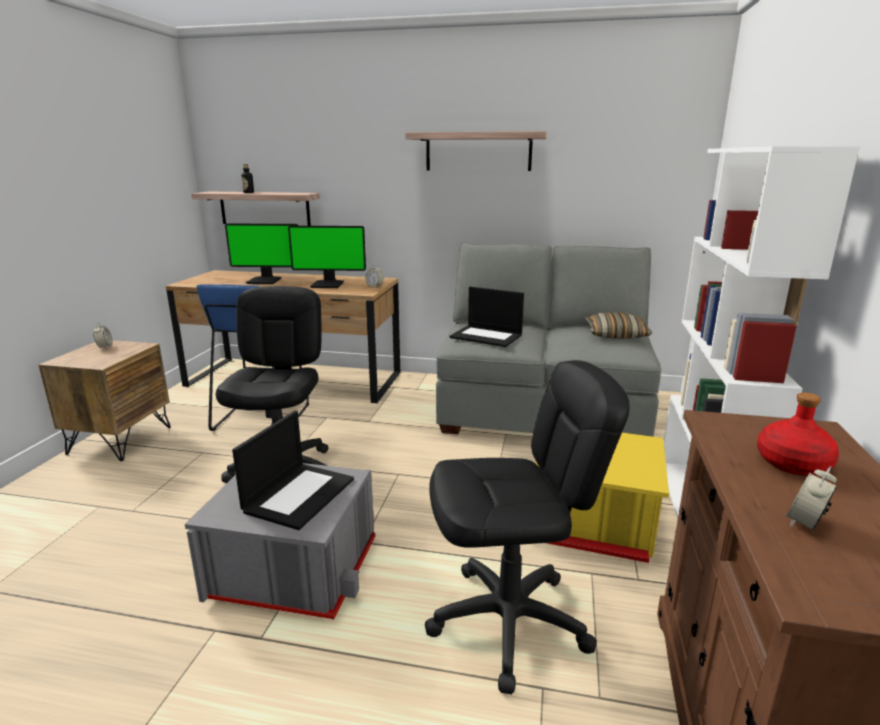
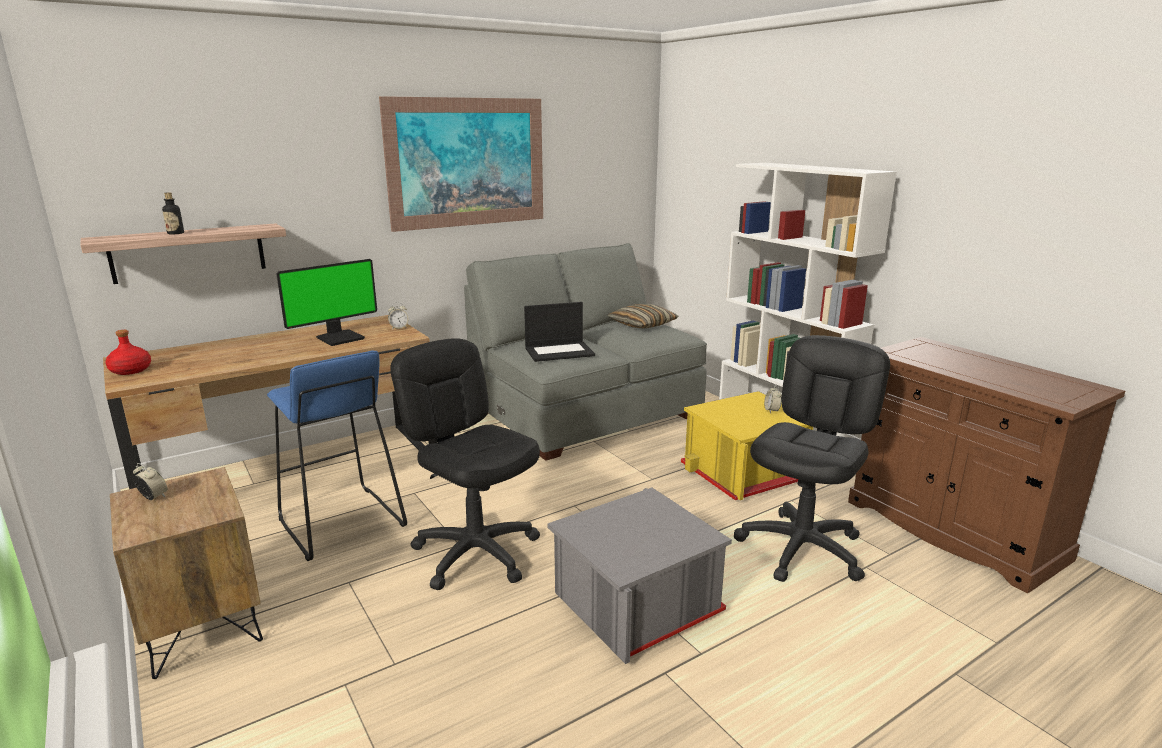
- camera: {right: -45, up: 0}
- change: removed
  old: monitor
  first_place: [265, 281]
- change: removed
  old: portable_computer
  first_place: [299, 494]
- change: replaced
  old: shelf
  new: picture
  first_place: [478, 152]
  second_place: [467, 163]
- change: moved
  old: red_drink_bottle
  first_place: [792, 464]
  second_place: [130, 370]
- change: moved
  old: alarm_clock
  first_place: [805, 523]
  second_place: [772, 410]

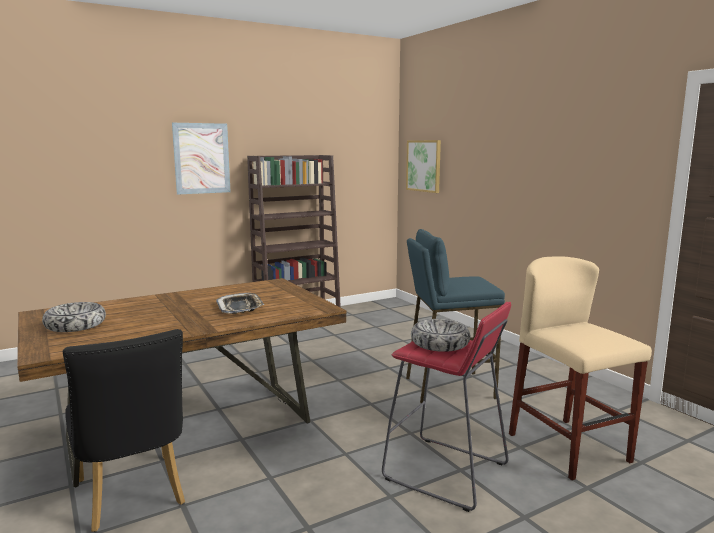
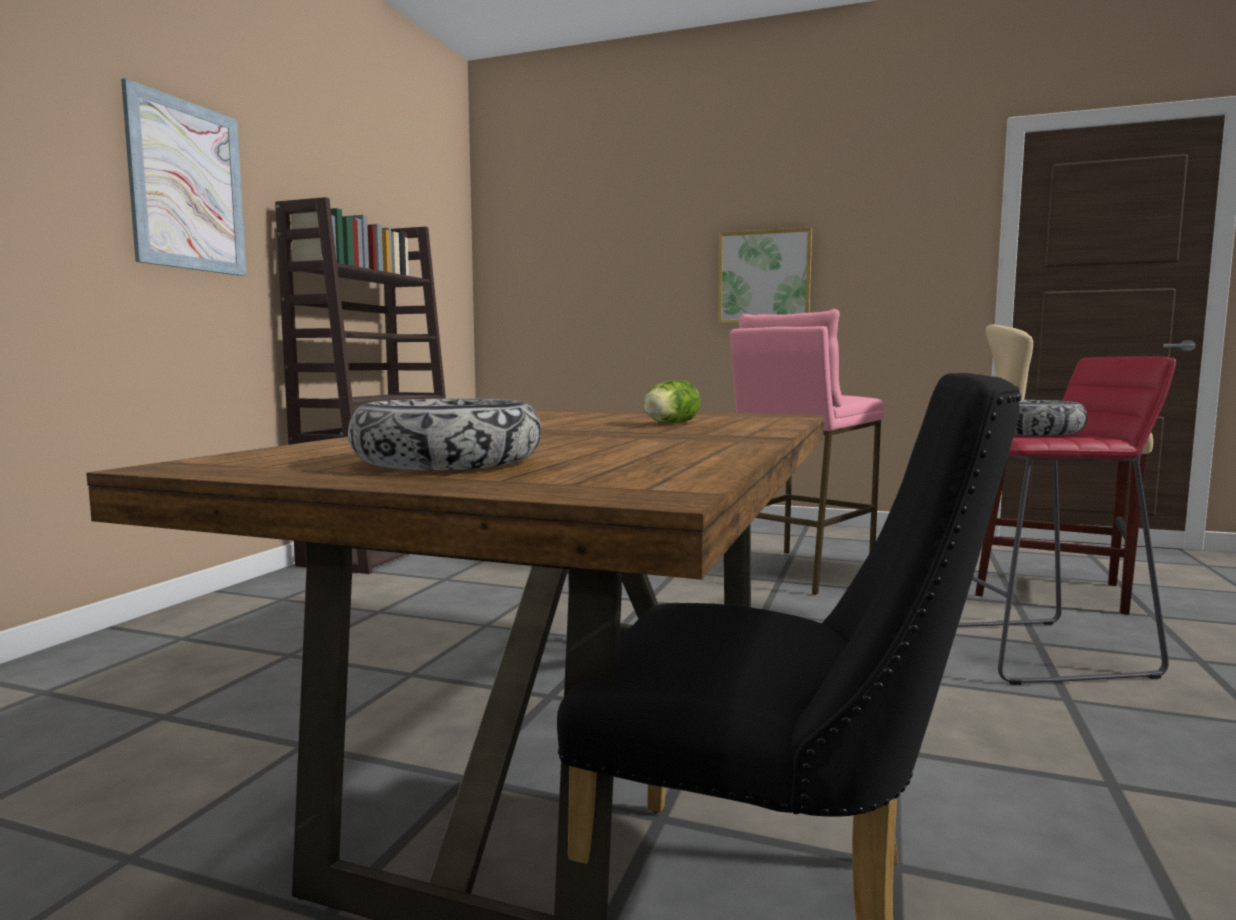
- camera: {right: -40, up: -5}
- change: replaced
  old: carrying_tray
  new: head_of_lettuce
  first_place: [240, 307]
  second_place: [668, 423]
- change: moved
  old: picture
  first_place: [424, 166]
  second_place: [764, 277]
- change: recoloured
  old: bluish_stool
  new: pink_stool
  first_place: [448, 387]
  second_place: [799, 572]

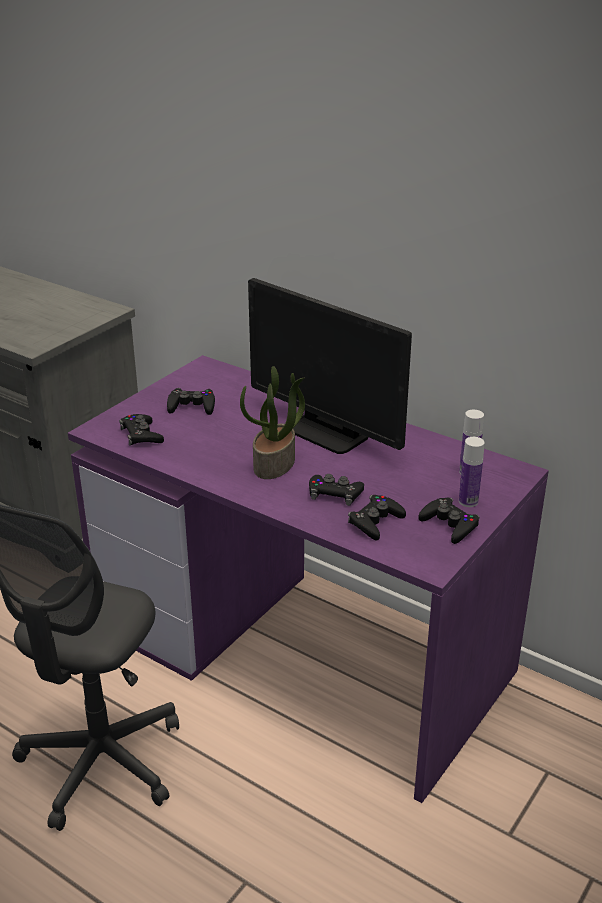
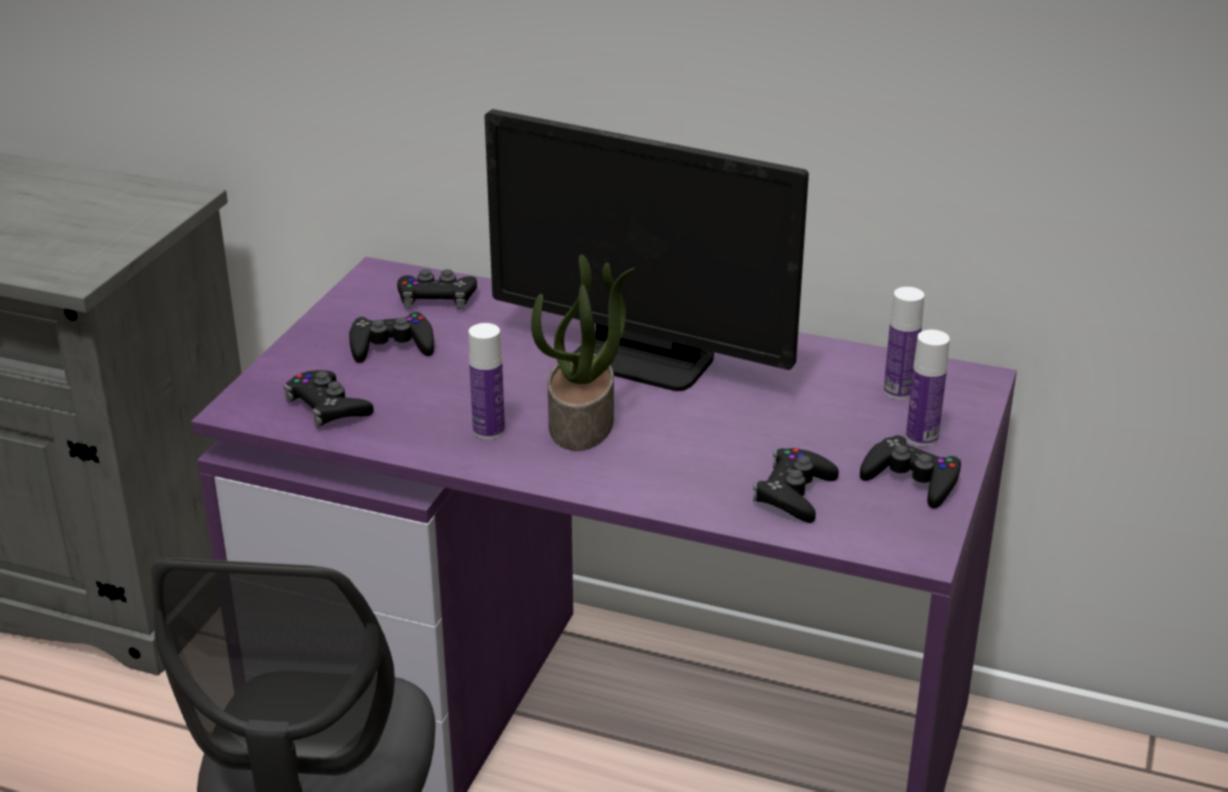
- camera: {right: -15, up: 0}
- change: moved
  old: black_gamepad
  first_place: [335, 494]
  second_place: [437, 298]
- change: added
  new: drink_bottle
  second_place: [488, 430]

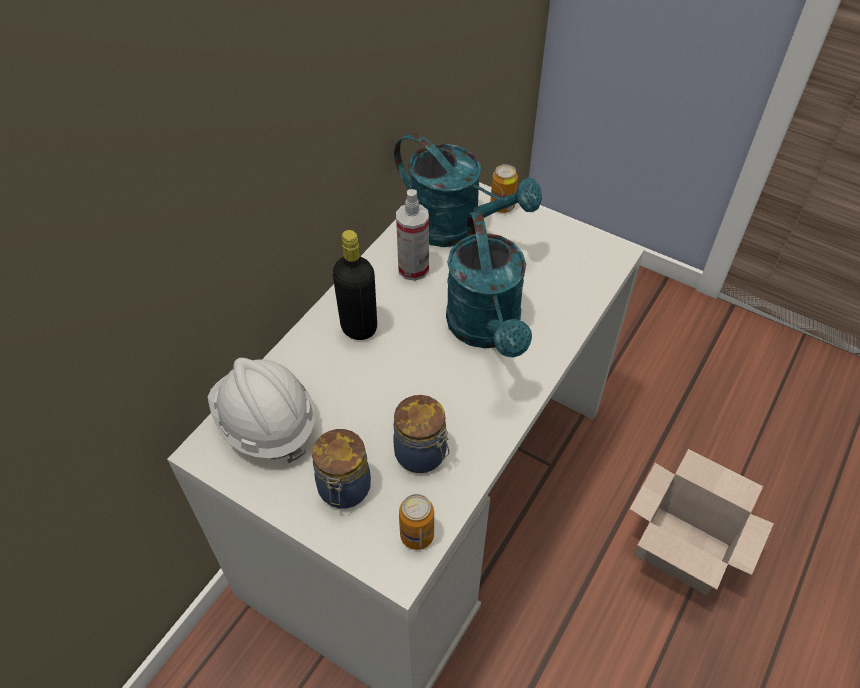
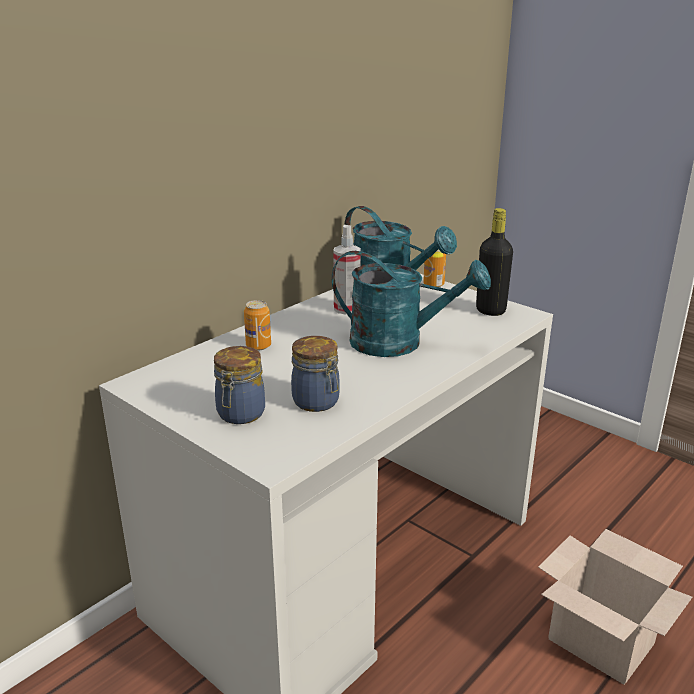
- camera: {right: 10, up: -25}
- change: removed
  old: white-coloured_work_helmet
  first_place: [265, 423]
- change: moved
  old: black_drink_bottle
  first_place: [359, 327]
  second_place: [490, 310]
- change: moved
  old: metal_can
  first_place: [417, 535]
  second_place: [258, 346]
- change: turned
  old: turquoise-coloured_watering_pot
  first_place: [487, 330]
  second_place: [399, 343]
  degrees: -75

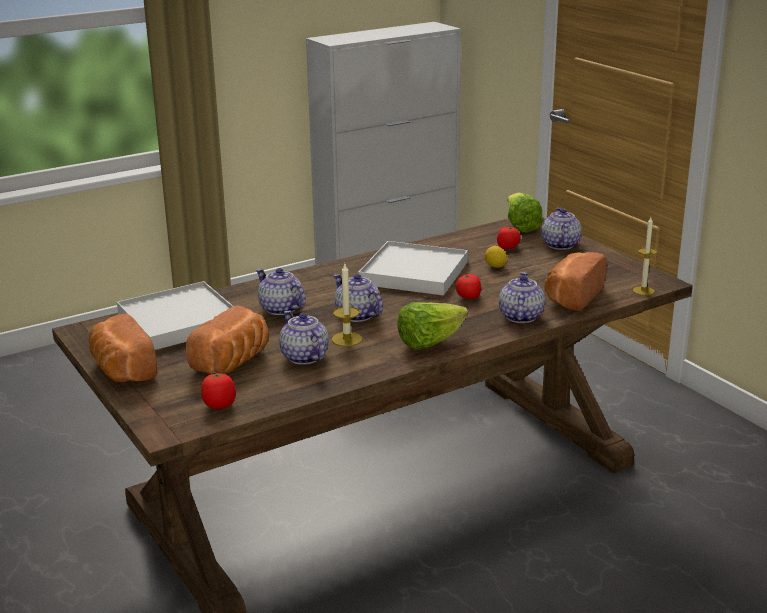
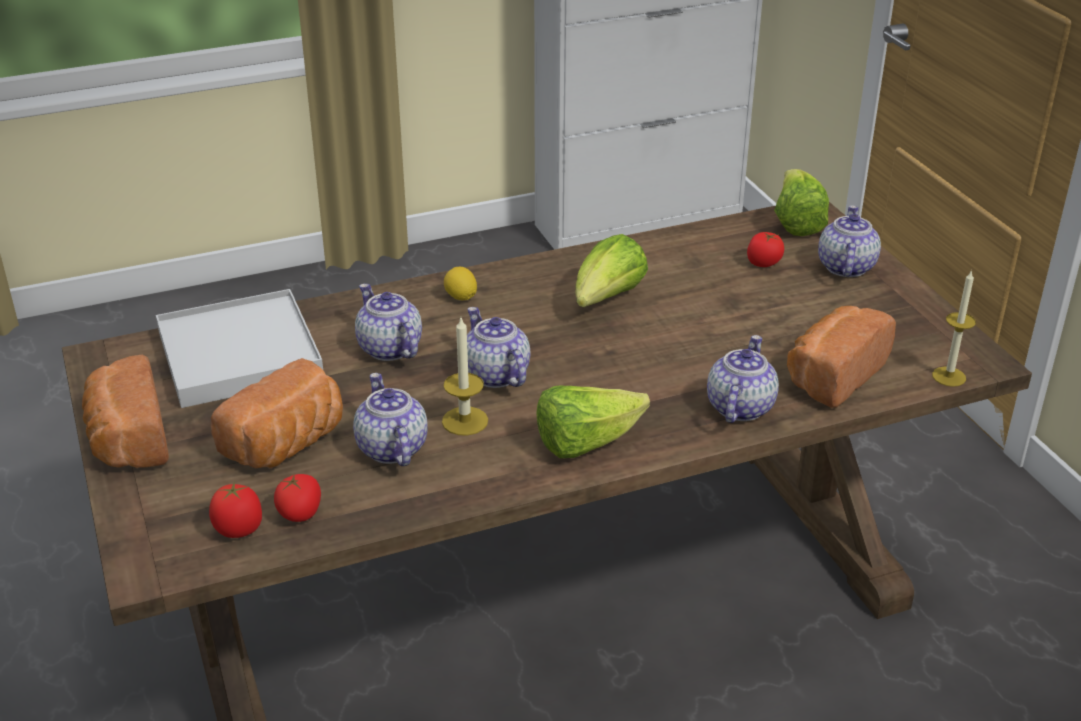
- camera: {right: 10, up: 10}
- change: replaced
  old: white-coloured_carrying_tray
  new: head_of_lettuce
  first_place: [414, 273]
  second_place: [607, 299]
- change: moved
  old: fresh_tomato
  first_place: [468, 297]
  second_place: [300, 513]
- change: moved
  old: whole_lemon
  first_place: [495, 266]
  second_place: [460, 297]

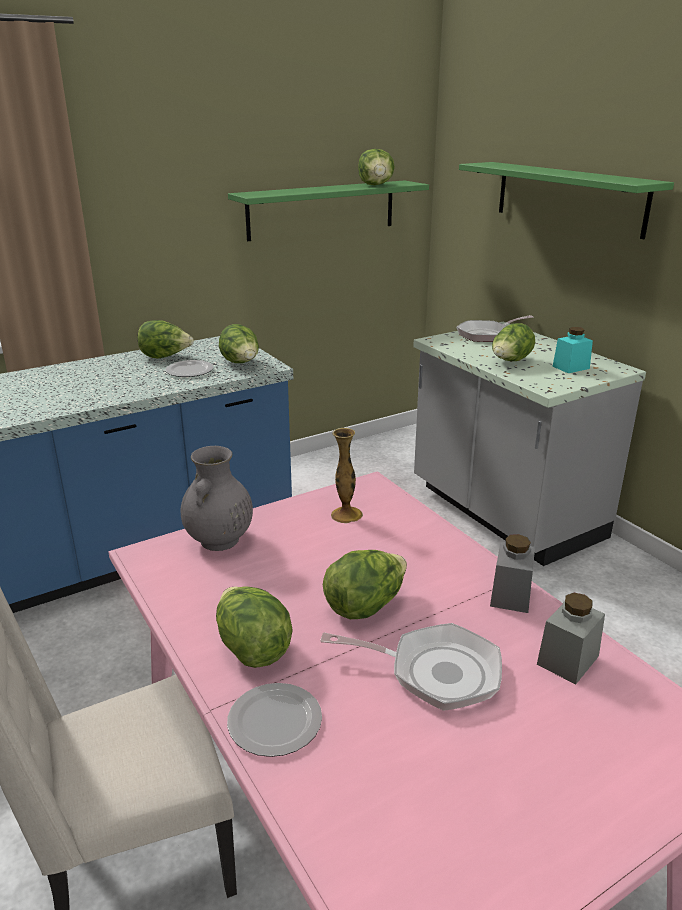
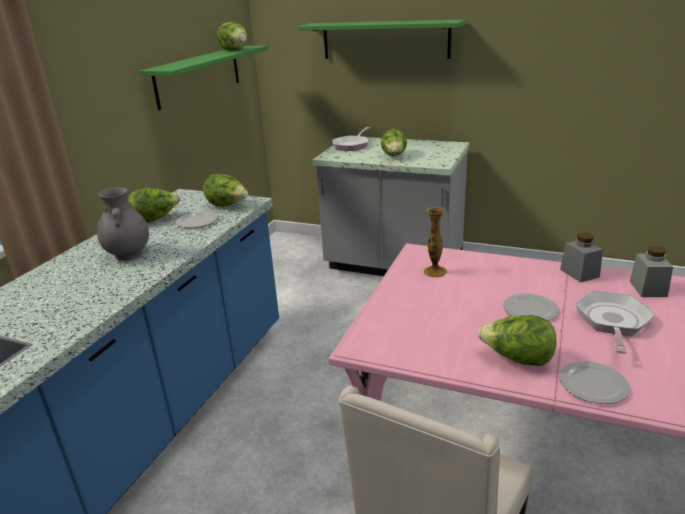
- camera: {right: -35, up: 0}
- change: moved
  old: gray_vase
  first_place: [219, 541]
  second_place: [128, 254]
- change: turned
  old: pan
  first_place: [435, 672]
  second_place: [612, 322]
  degrees: -45
- change: replaced
  old: head_of_lettuce
  new: plate
  first_place: [365, 605]
  second_place: [529, 310]
- change: removed
  old: turquoise-coloured_preserve_jar
  first_place: [571, 367]

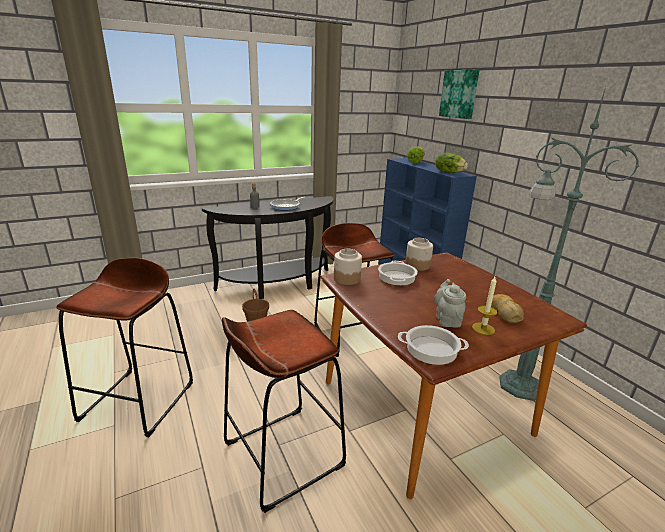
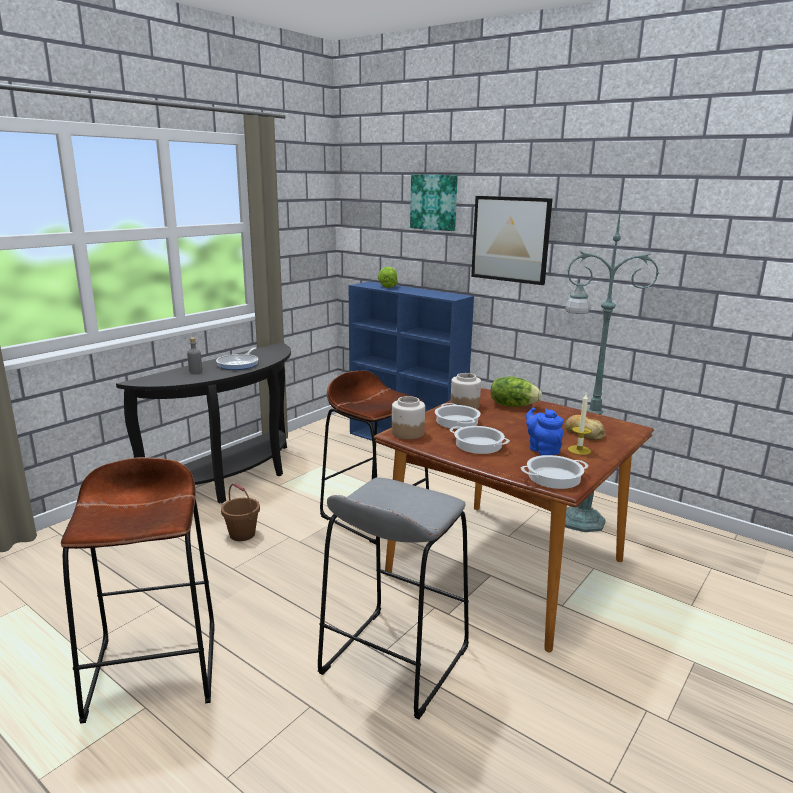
- camera: {right: -25, up: -5}
- change: recoloured
  old: brown_stool
  new: gray_stool
  first_place: [283, 454]
  second_place: [394, 660]
- change: recoloured
  old: gray_teapot
  new: bluish_teapot
  first_place: [447, 319]
  second_place: [542, 450]
- change: moved
  old: head_of_lettuce
  first_place: [449, 172]
  second_place: [512, 405]
- change: added
  new: saucepot
  second_place: [479, 444]
- change: added
  new: picture
  second_place: [510, 239]

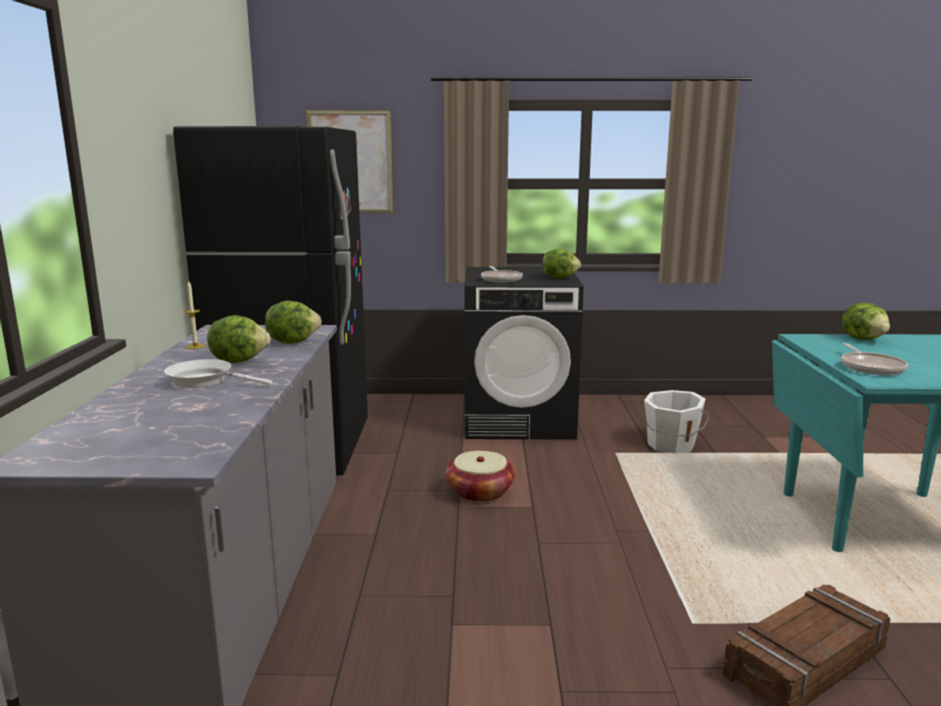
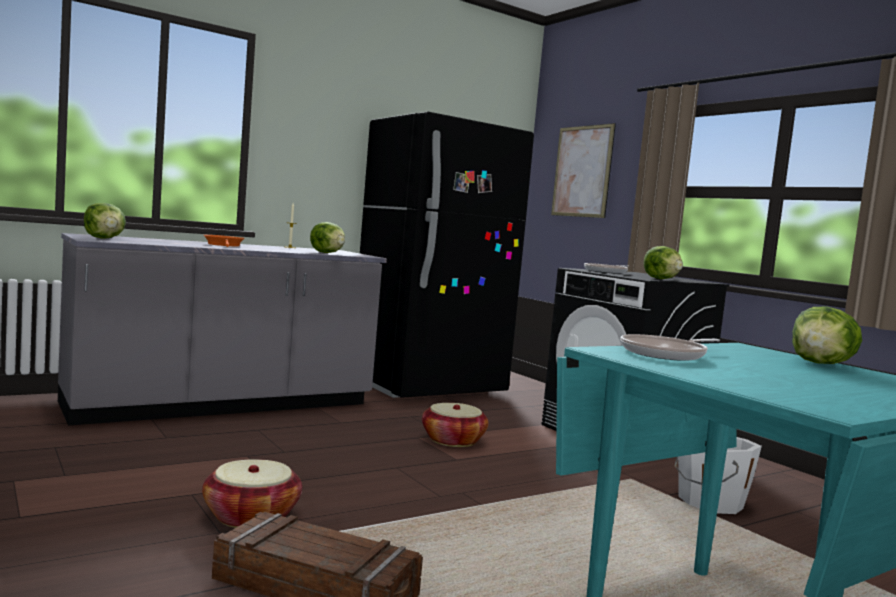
- camera: {right: 55, up: -10}
- change: recoloured
  old: white-coloured_pan
  new: orange_pan
  first_place: [205, 381]
  second_place: [224, 245]
- change: moved
  old: head_of_lettuce
  first_place: [239, 360]
  second_place: [104, 238]
- change: added
  new: storage_basket
  second_place: [251, 516]

